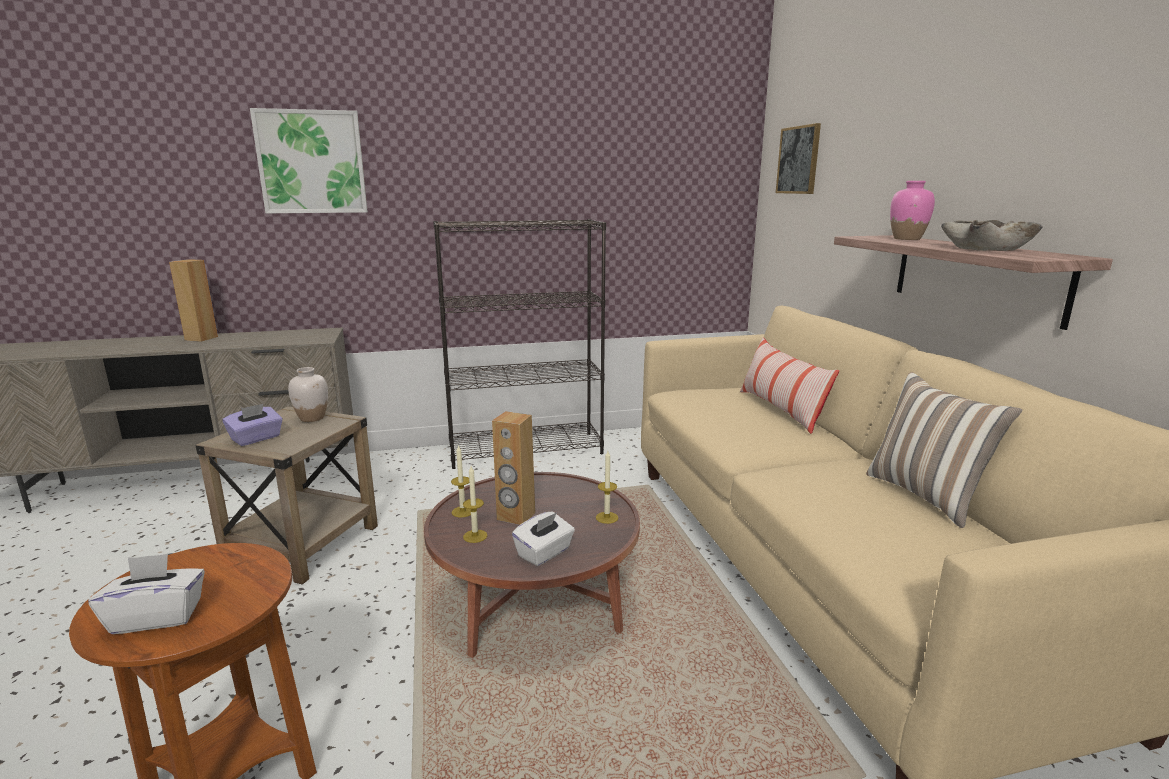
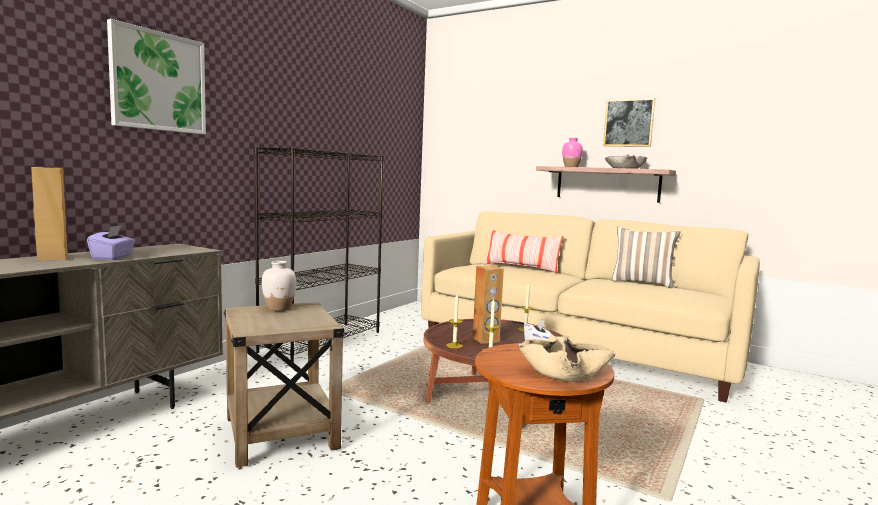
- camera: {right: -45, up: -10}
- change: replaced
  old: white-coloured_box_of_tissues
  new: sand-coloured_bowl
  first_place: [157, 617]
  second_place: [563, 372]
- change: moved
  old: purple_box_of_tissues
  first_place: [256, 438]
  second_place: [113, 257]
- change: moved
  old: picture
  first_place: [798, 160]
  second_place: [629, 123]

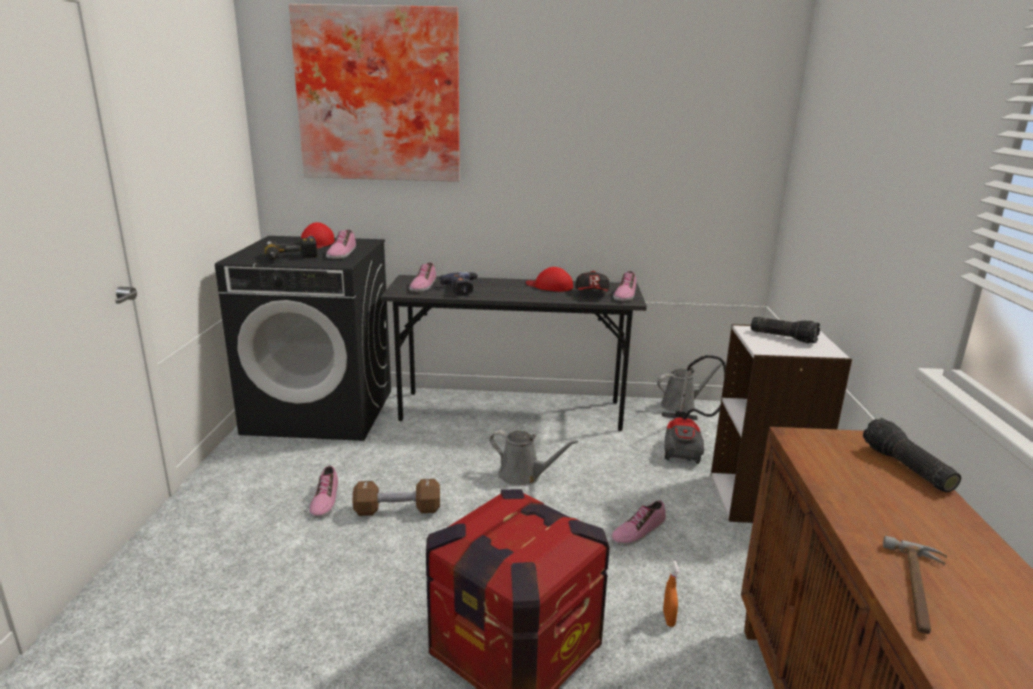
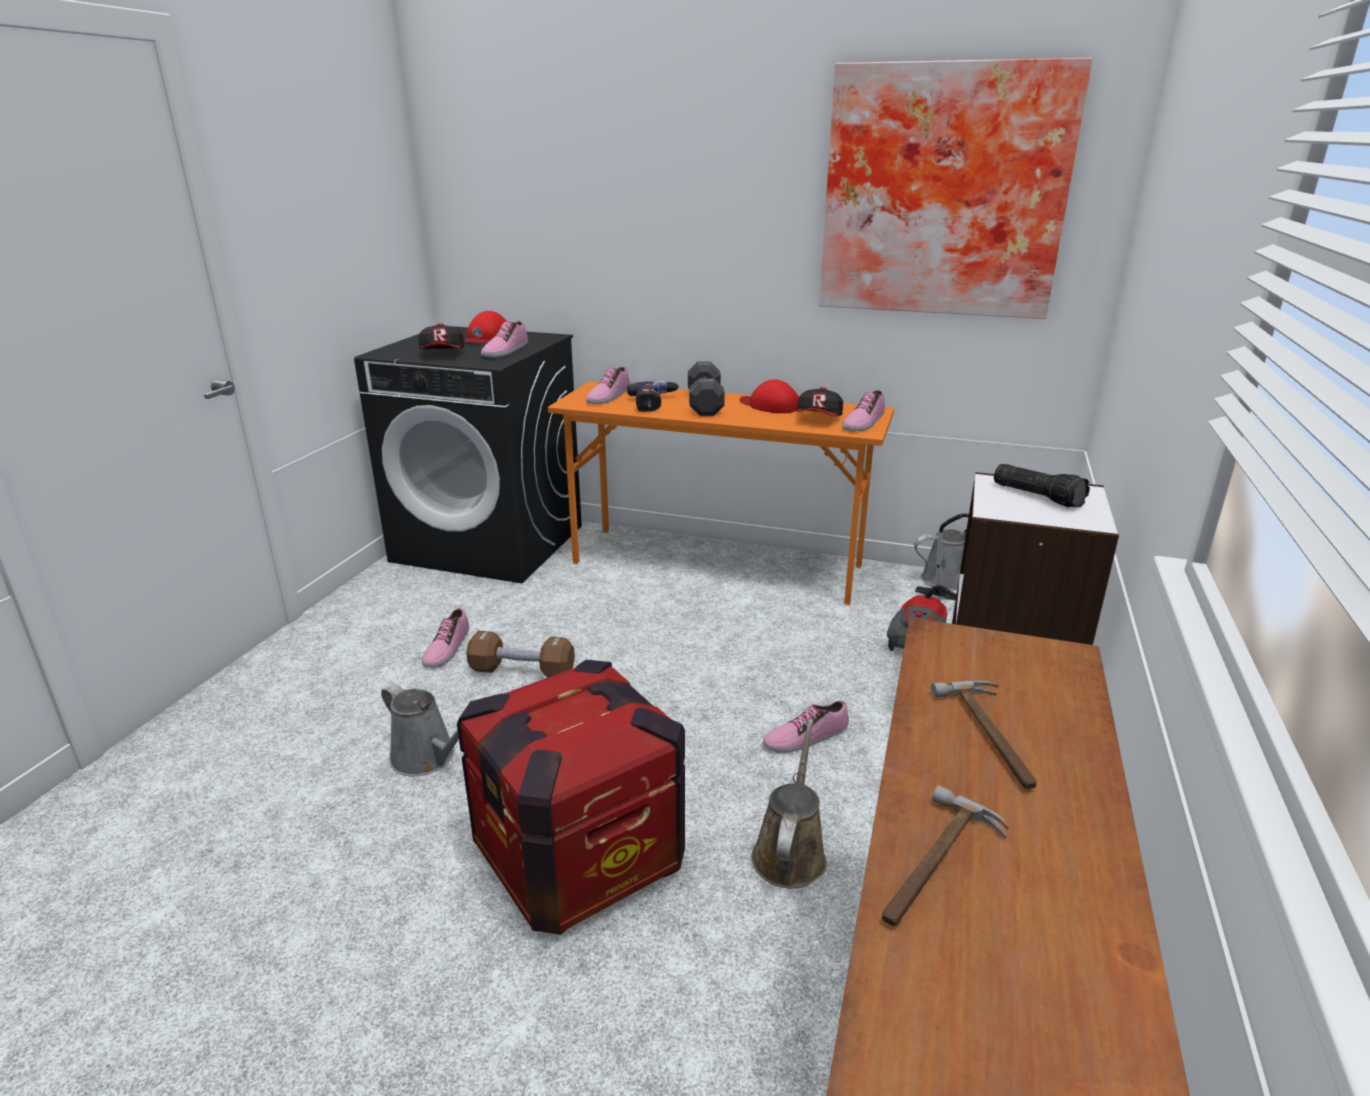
- camera: {right: 15, up: 5}
- change: replaced
  old: power_drill
  new: baseball_cap
  first_place: [291, 258]
  second_place: [442, 354]
- change: moved
  old: picture
  first_place: [379, 95]
  second_place: [943, 192]
- change: recoloured
  old: gray_desk_unit
  new: orange_desk_unit
  first_place: [512, 410]
  second_place: [718, 564]
- change: moved
  old: gray_watering_pot
  first_place: [523, 476]
  second_place: [427, 758]
- change: replaced
  old: orange_sprayer
  new: brown_watering_pot
  first_place: [668, 619]
  second_place: [790, 853]
- change: removed
  old: flashlight
  first_place: [905, 467]
- change: added
  new: black_dumbbell
  second_place: [705, 404]
- change: added
  new: tool_hammer
  second_place: [993, 736]

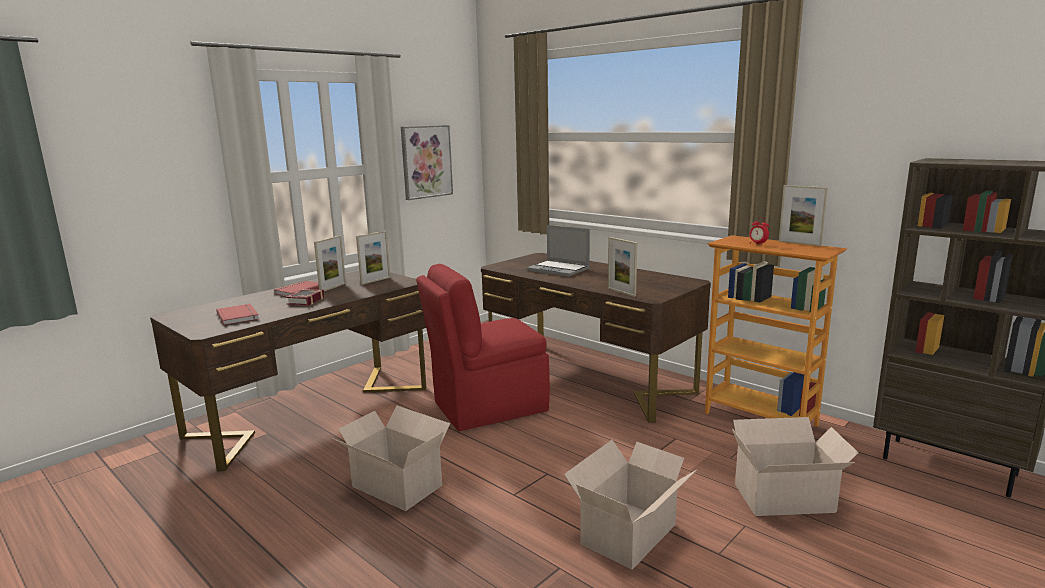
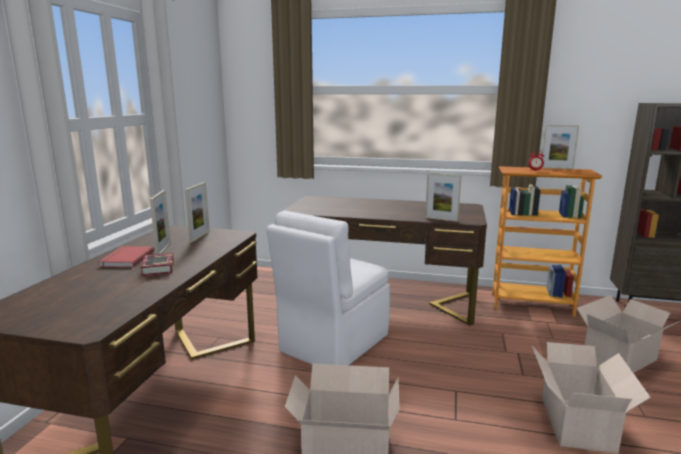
- camera: {right: -30, up: 0}
- change: removed
  old: red_volume
  first_place: [239, 316]
- change: removed
  old: picture
  first_place: [426, 161]
- change: recoloured
  old: red_plain_chair
  new: white-coloured_plain_chair
  first_place: [487, 407]
  second_place: [332, 344]
- change: removed
  old: portable_computer
  first_place: [559, 270]

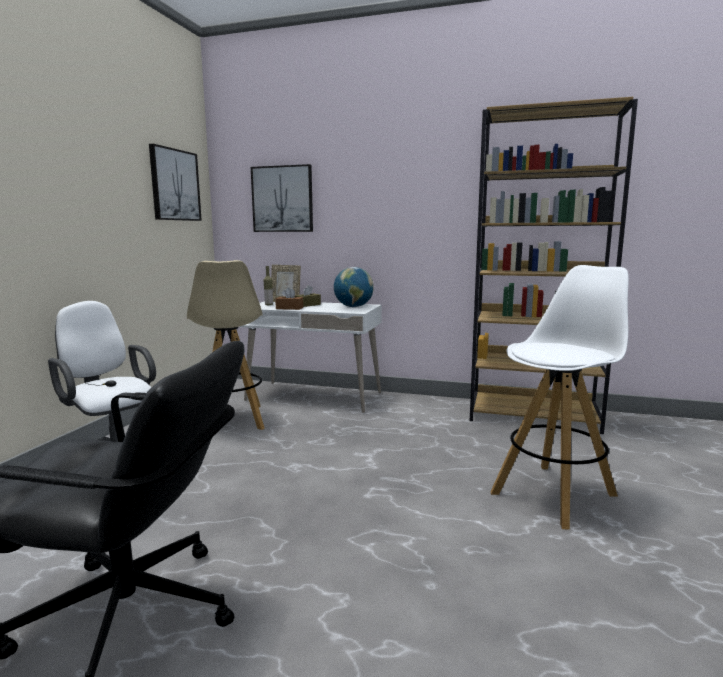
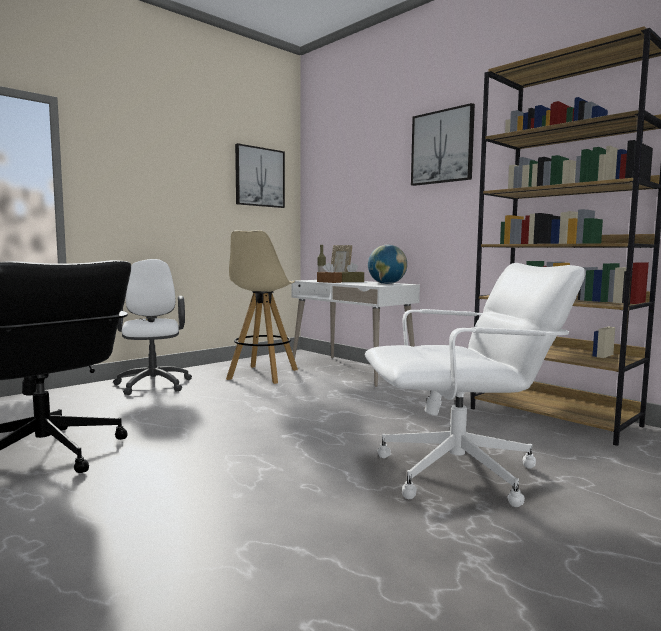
- camera: {right: 30, up: -5}
- change: moved
  old: picture
  first_place: [282, 199]
  second_place: [442, 147]
- change: replaced
  old: white-coloured_stool
  new: white-coloured_office_chair
  first_place: [554, 493]
  second_place: [459, 473]

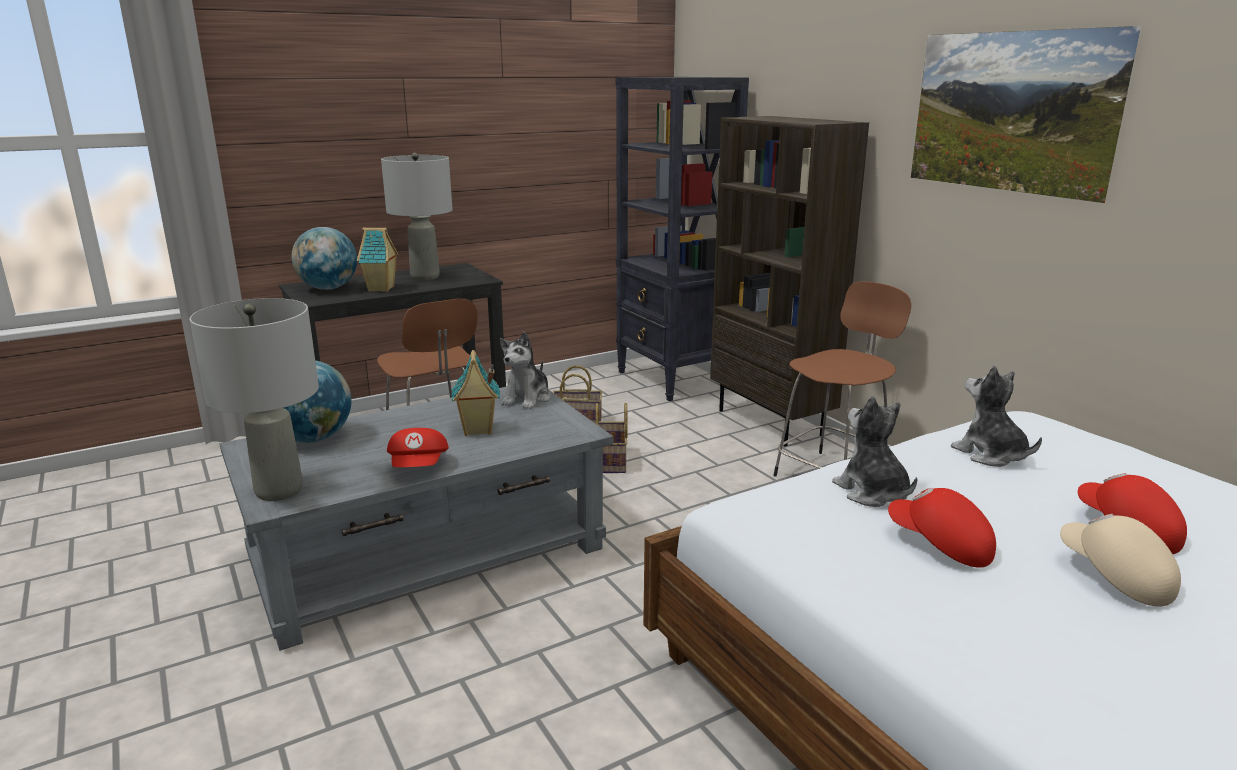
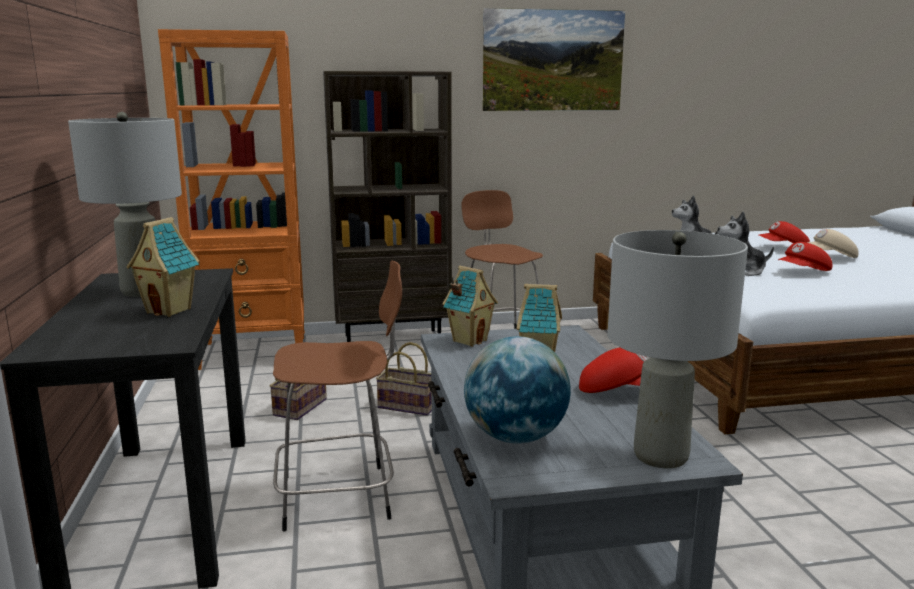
- camera: {right: -70, up: -5}
- change: removed
  old: world_globe
  first_place: [328, 288]
- change: replaced
  old: plush_toy
  new: model_house
  first_place: [527, 398]
  second_place: [469, 340]
- change: recoloured
  old: black_bookcase
  new: orange_bookcase
  first_place: [673, 380]
  second_place: [254, 352]

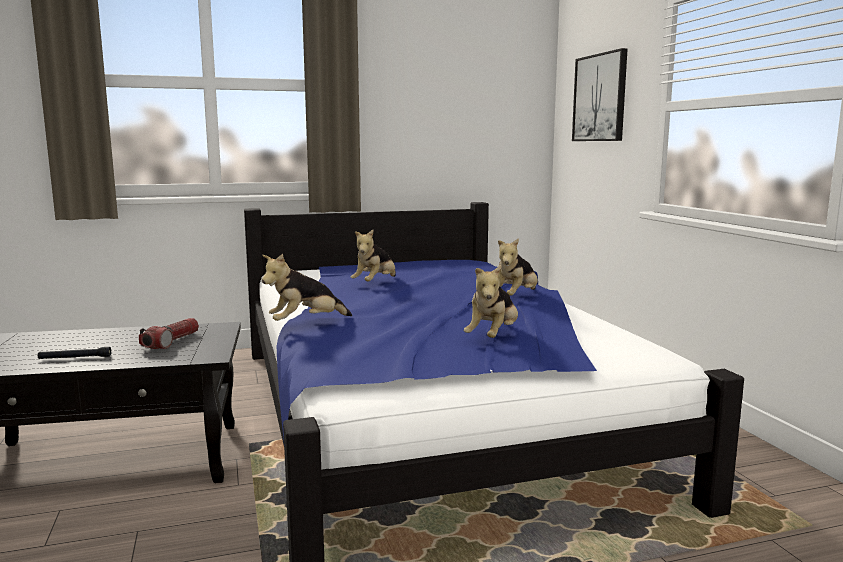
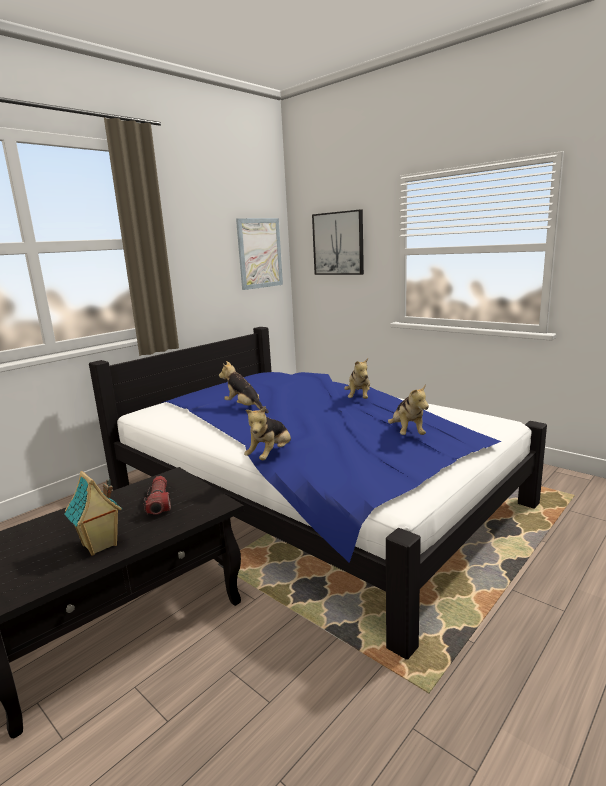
- camera: {right: -30, up: 5}
- change: replaced
  old: black_flashlight
  new: model_house
  first_place: [75, 358]
  second_place: [100, 546]
- change: turned
  old: plush_toy
  first_place: [375, 283]
  second_place: [244, 407]
  degrees: 135
- change: added
  new: picture
  second_place: [259, 253]

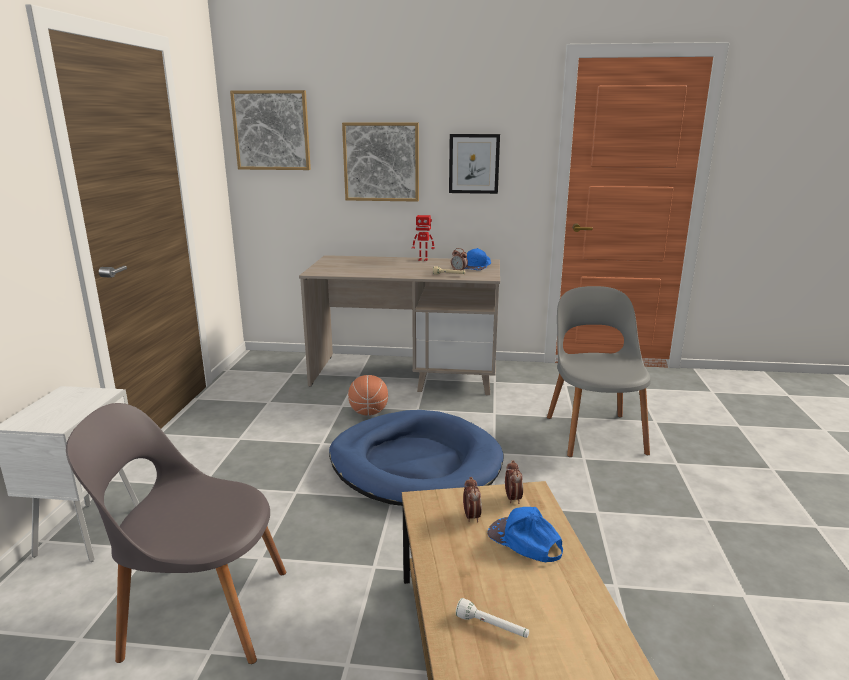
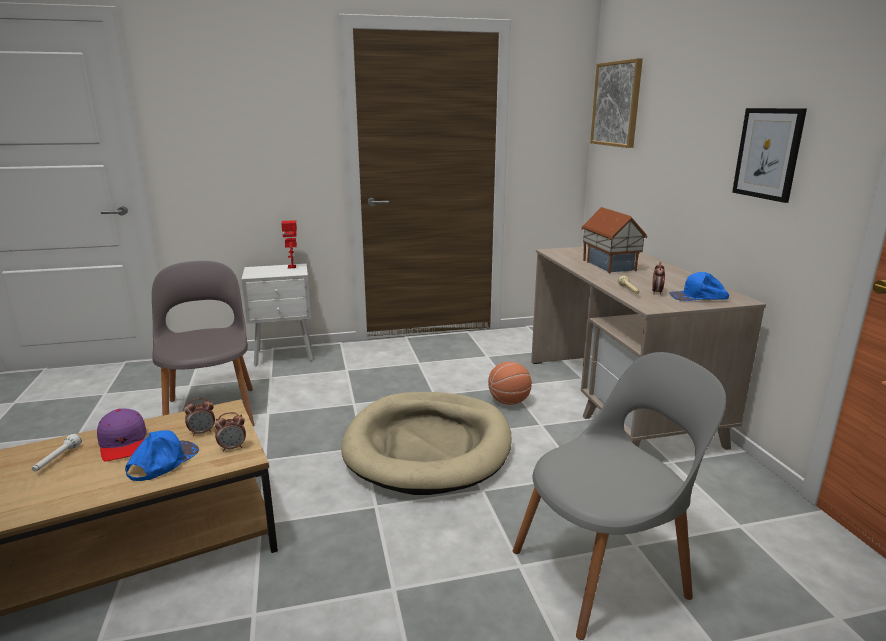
- camera: {right: 70, up: 0}
- change: recoloured
  old: bluish_pet_bed
  new: sand-coloured_pet_bed
  first_place: [415, 464]
  second_place: [428, 446]
- change: removed
  old: picture
  first_place: [381, 162]
- change: moved
  old: toy_robot
  first_place: [423, 260]
  second_place: [292, 267]
- change: added
  new: purple_baseball_cap
  second_place: [123, 443]
- change: added
  new: model_house
  second_place: [610, 265]

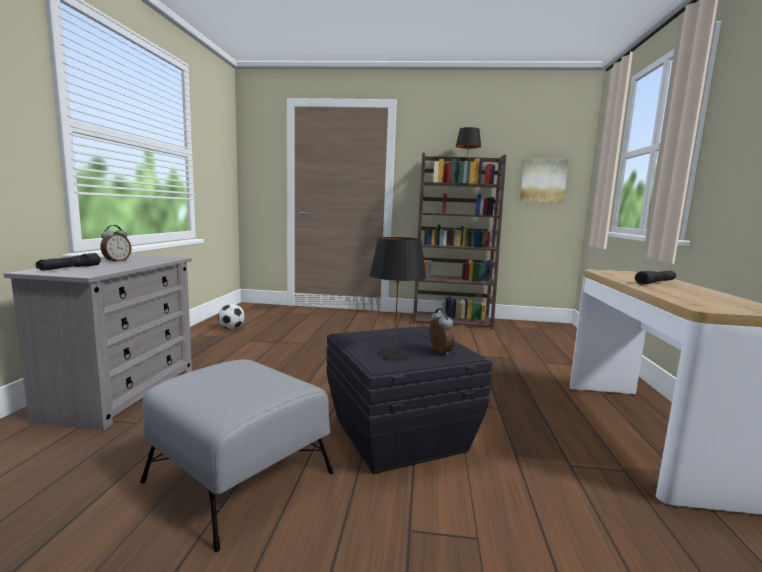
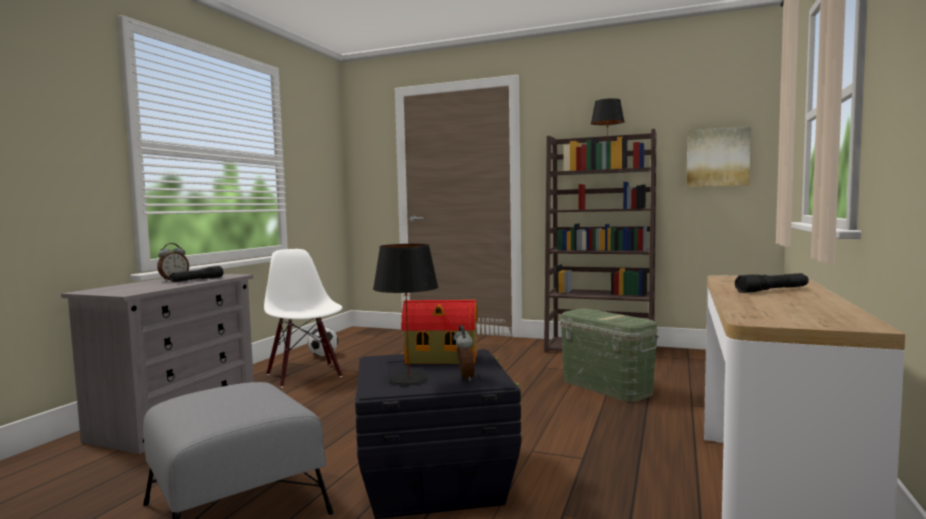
- camera: {right: 15, up: -5}
- change: moved
  old: black_flashlight
  first_place: [70, 268]
  second_place: [197, 280]
- change: added
  new: white-coloured_plain_chair
  second_place: [305, 375]
- change: added
  new: model_house
  second_place: [443, 359]
- change: added
  new: greenish_storage_bin
  second_place: [606, 387]

